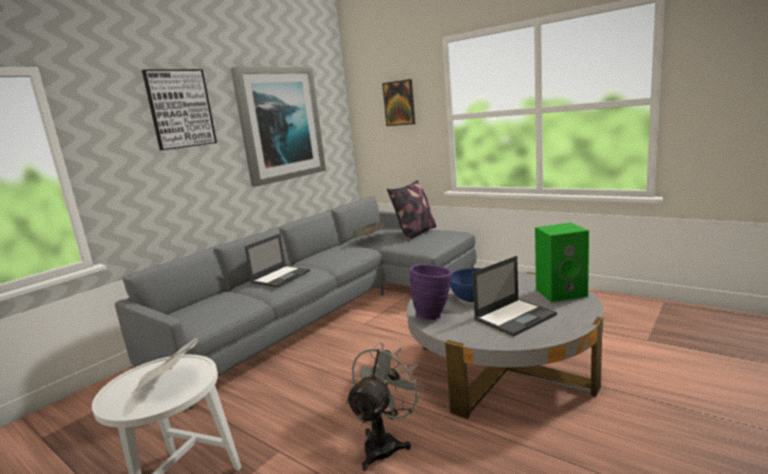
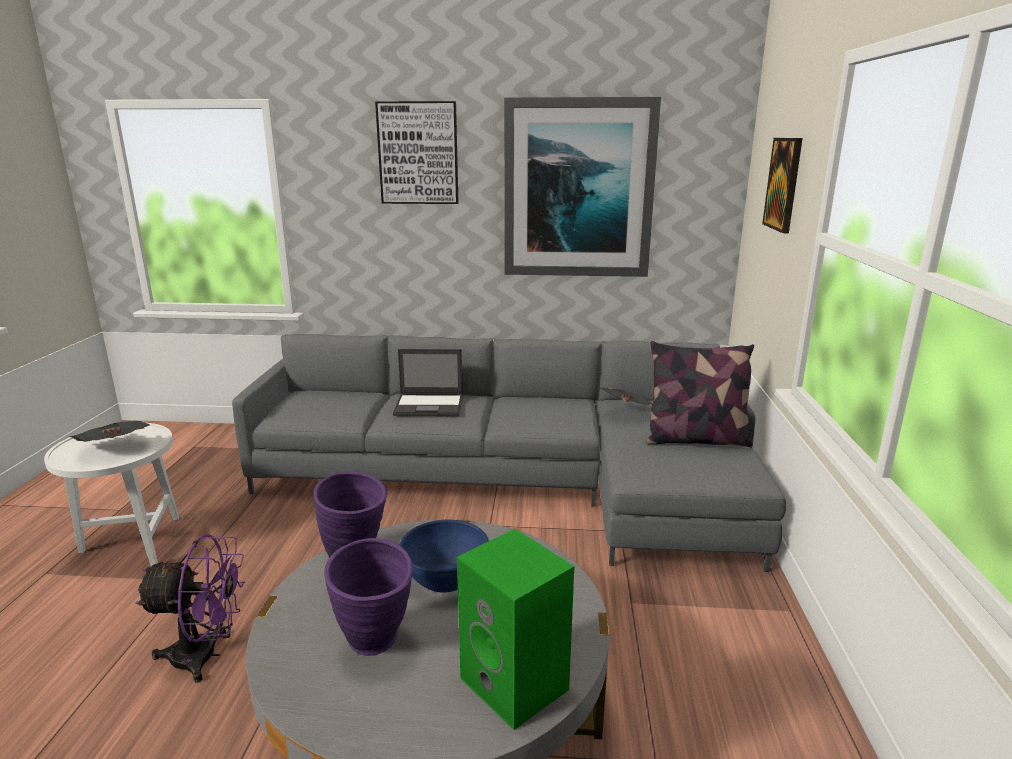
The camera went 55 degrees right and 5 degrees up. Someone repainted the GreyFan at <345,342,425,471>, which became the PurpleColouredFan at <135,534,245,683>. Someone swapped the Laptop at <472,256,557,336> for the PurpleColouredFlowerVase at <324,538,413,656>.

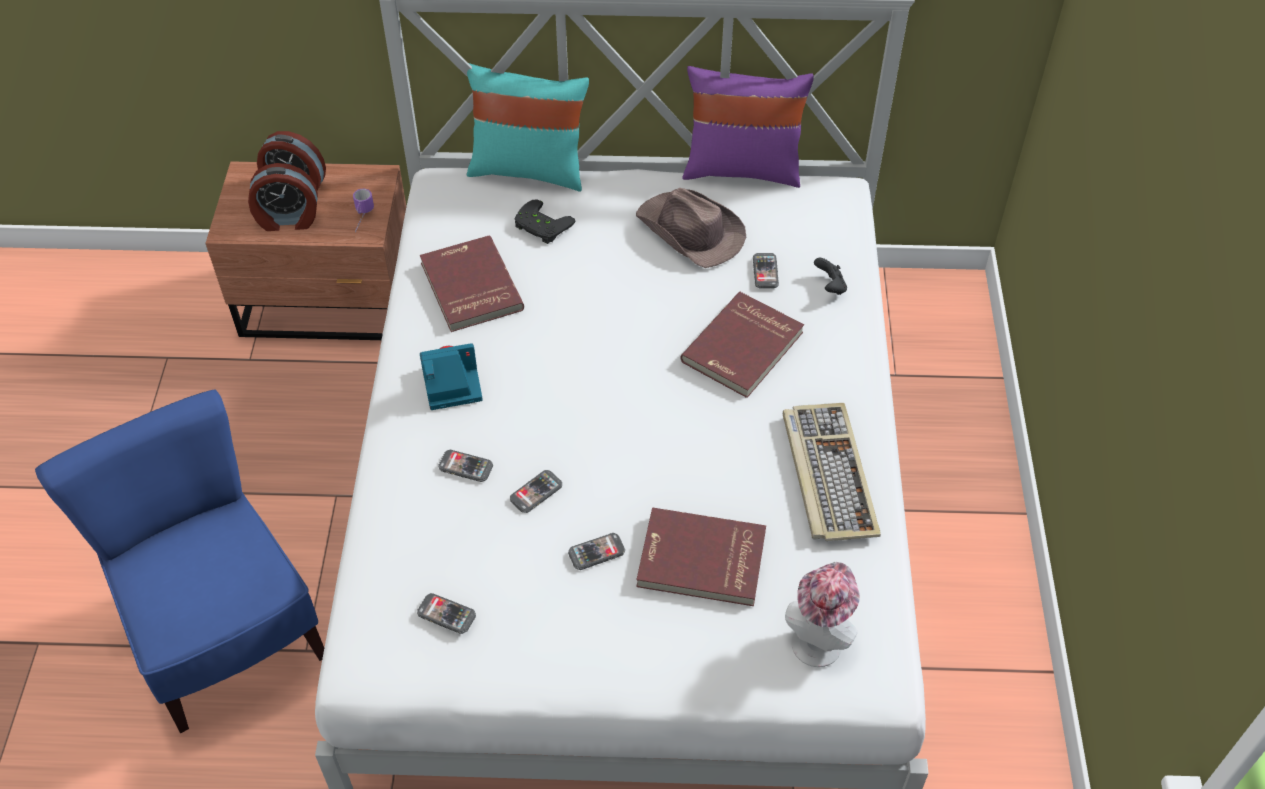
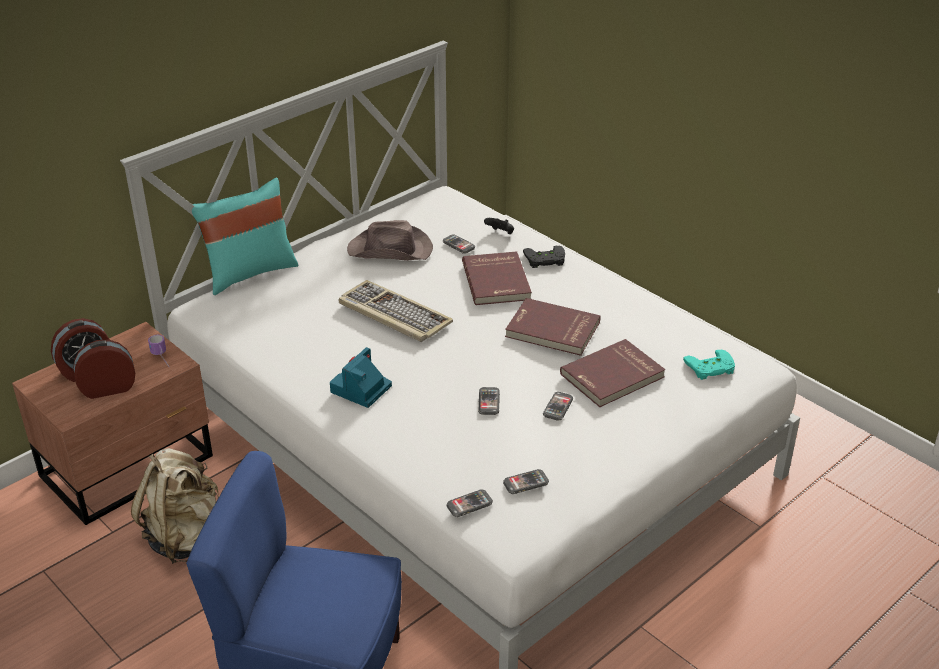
The camera went 45 degrees left and 15 degrees down. Someone rotated the AlarmClock at <248,163,318,231> by 150 degrees counterclockwise. Someone put down the BeigeColouredKnapsack at <131,448,219,564>. Someone carried the PcKeyboard from <783,403,881,541> to <338,280,453,342>. Someone carried the Handset from <438,450,493,482> to <446,489,493,517>. Someone carried the ReddishBook from <420,236,524,332> to <505,298,601,356>. Someone carried the BlackColouredJoypad from <514,199,575,244> to <523,246,565,268>. Someone swapped the Hat at <785,562,860,667> for the TurquoiseJoypad at <683,350,735,380>. Someone took away the PurpleColouredThrowPillow at <682,66,814,188>.

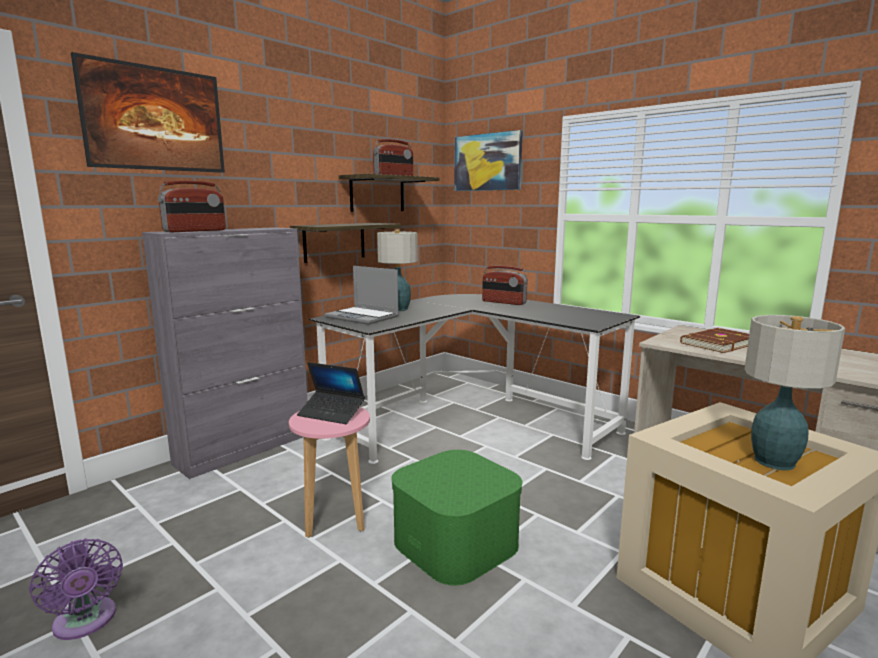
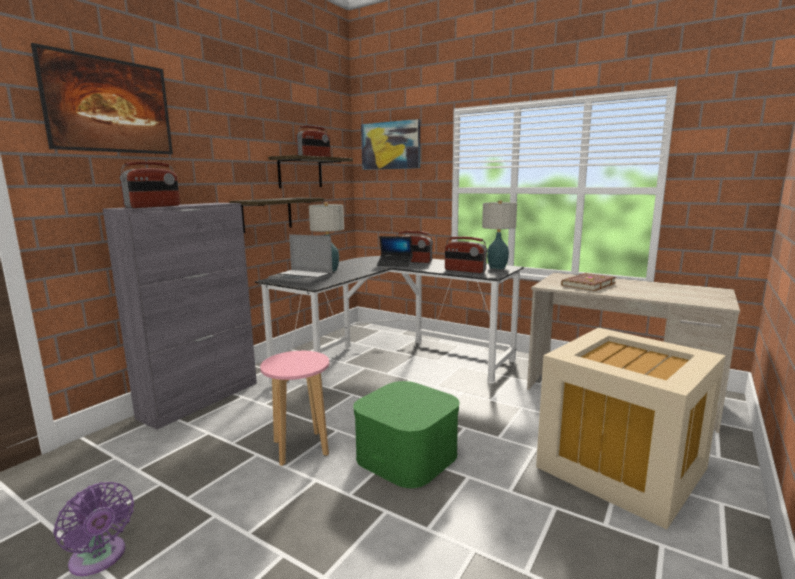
The camera went 10 degrees left and 0 degrees up. Someone carried the Laptop from <297,362,365,424> to <377,236,413,267>. Someone put down the RadioReceiver at <445,236,488,273>. Someone carried the LampForATable from <745,315,845,470> to <482,200,517,269>.

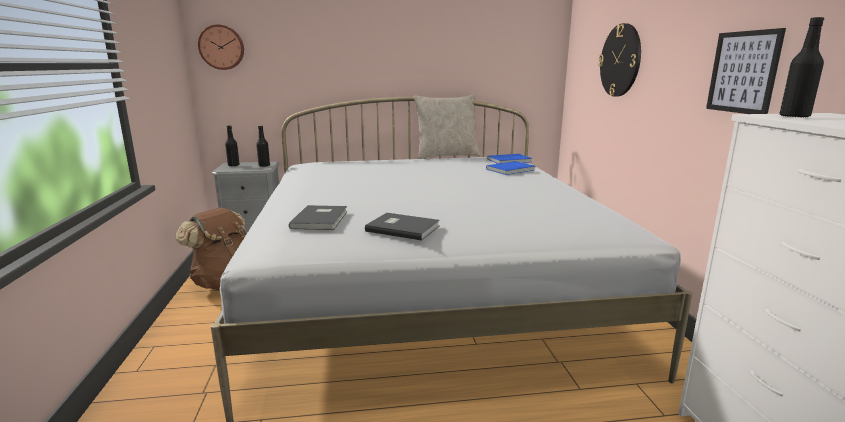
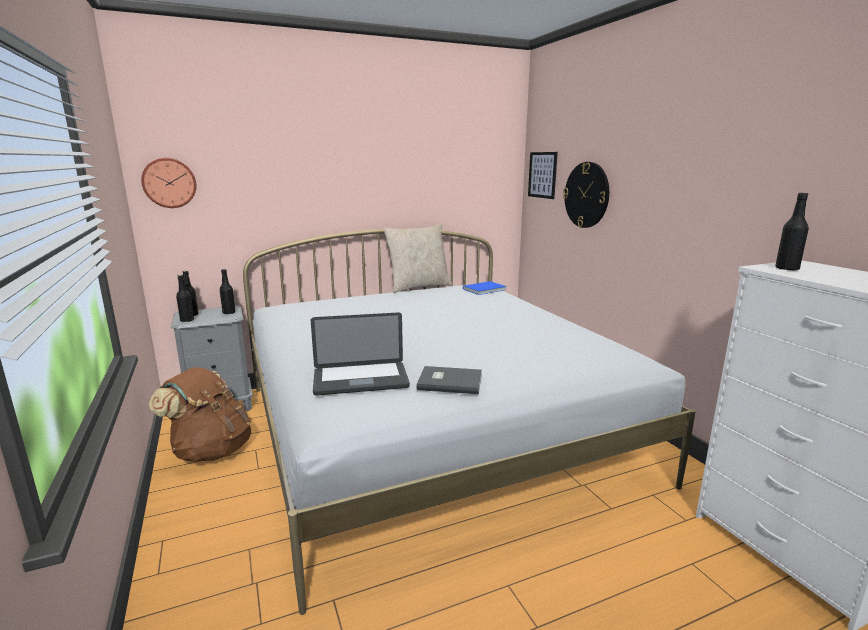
The camera went 15 degrees left and 0 degrees up. Someone put down the BlackColouredBeverageBottle at <176,275,194,322>. Someone swapped the GreyBook at <289,205,347,230> for the Laptop at <311,312,410,395>. Someone carried the WallArt from <706,28,786,114> to <528,152,558,199>. Someone took away the BluishBook at <486,161,535,175>.

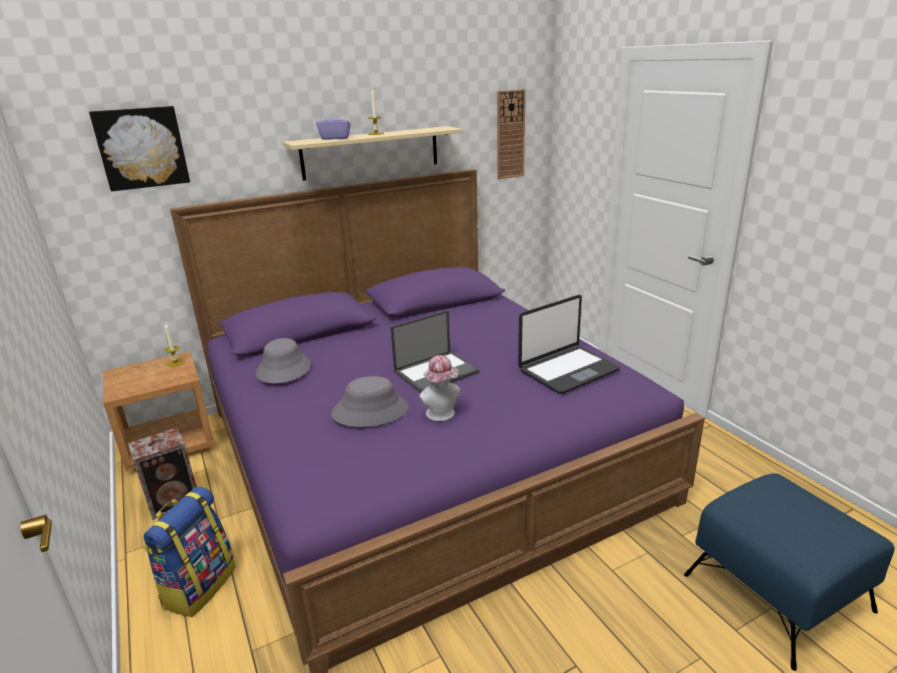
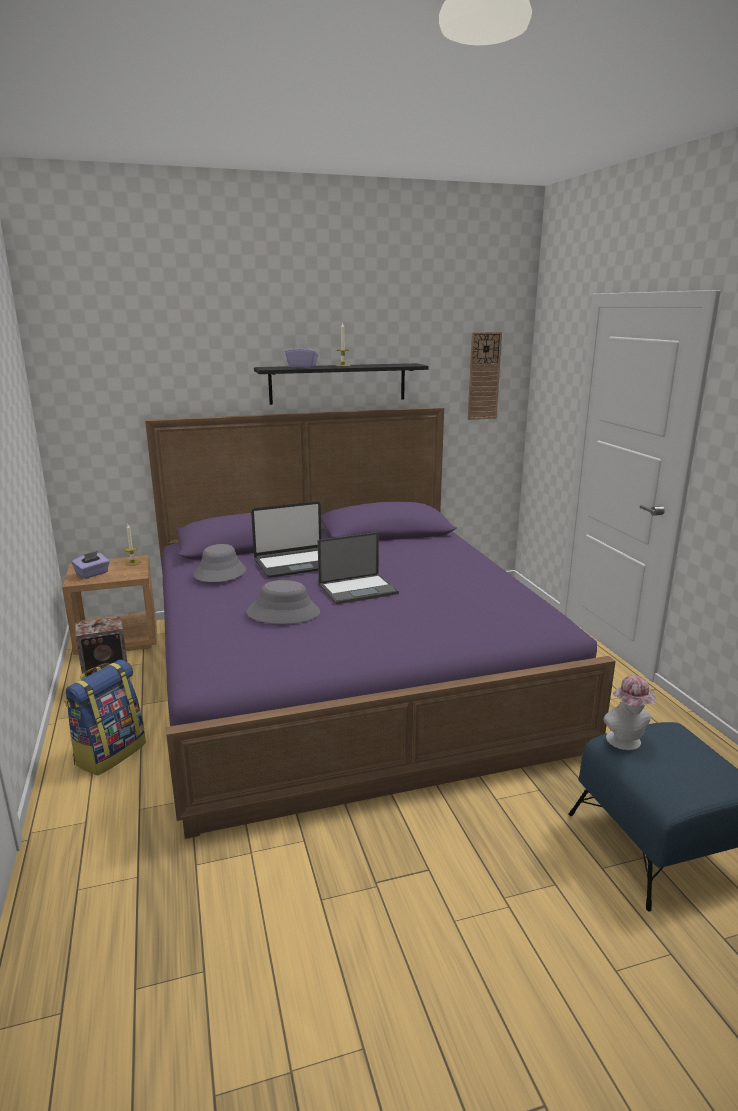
The camera went 10 degrees right and 5 degrees down. Someone put down the PurpleColouredTissueBox at <72,551,110,579>. Someone carried the Laptop from <518,295,621,394> to <251,501,322,578>. Someone repainted the BeigeColouredShelf at <283,126,463,181>, which became the BlackColouredShelf at <254,363,429,405>. Someone carried the Hat from <419,355,460,421> to <603,675,656,750>. Someone took away the WallArt at <89,106,190,191>.

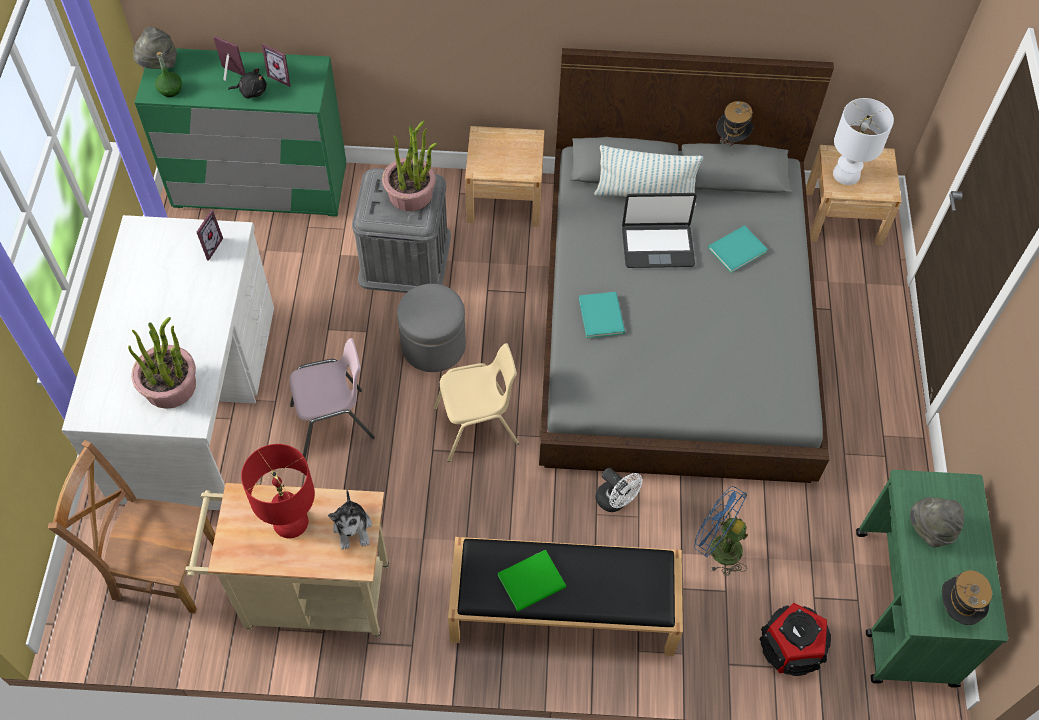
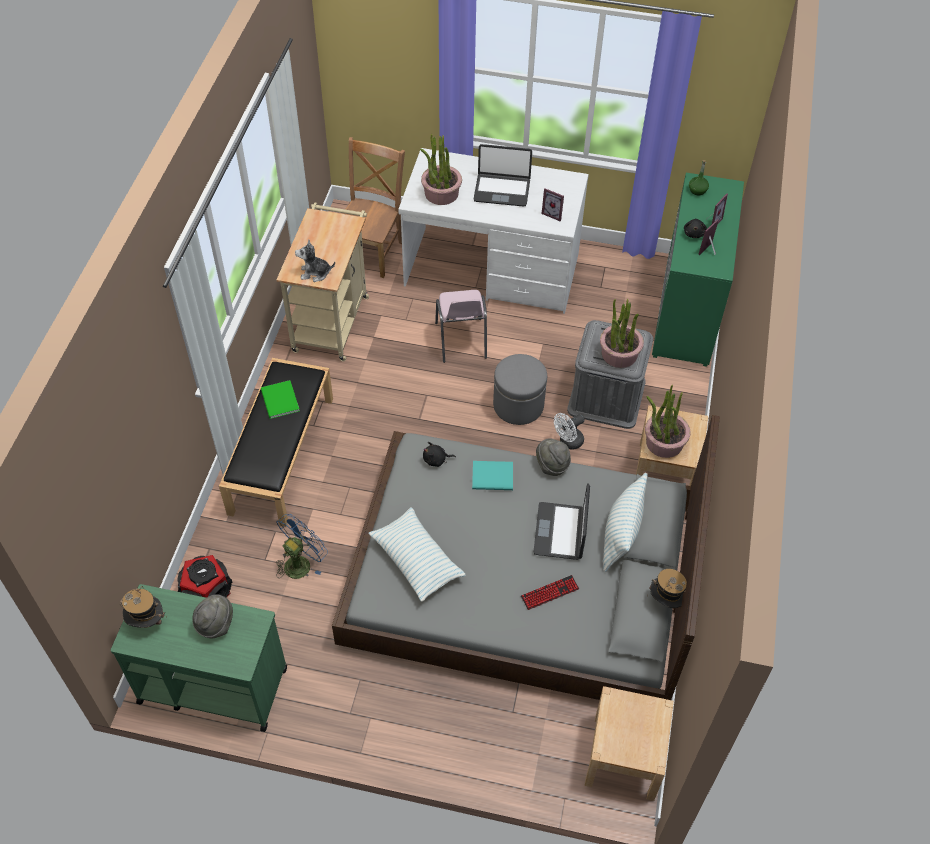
The camera went 100 degrees right and 5 degrees down. Someone put down the ThrowPillow at <368,507,466,602>. Someone put down the BlackColouredSoftToy at <423,442,456,467>. Someone put down the Laptop at <474,144,532,207>. Someone swapped the TurquoiseBook at <708,225,768,273> for the PcKeyboard at <521,575,579,610>. Someone carried the GreyHat from <133,26,177,69> to <536,438,571,476>. Someone carried the WhiteFan from <595,468,643,512> to <554,413,584,450>. Someone put down the PlantInAPot at <645,385,691,458>. Someone took away the ReddishLampForATable at <241,444,315,538>. Someone took away the BeigeColouredUprightChair at <434,343,519,462>. Someone took away the WhiteLampForATable at <833,98,894,185>.

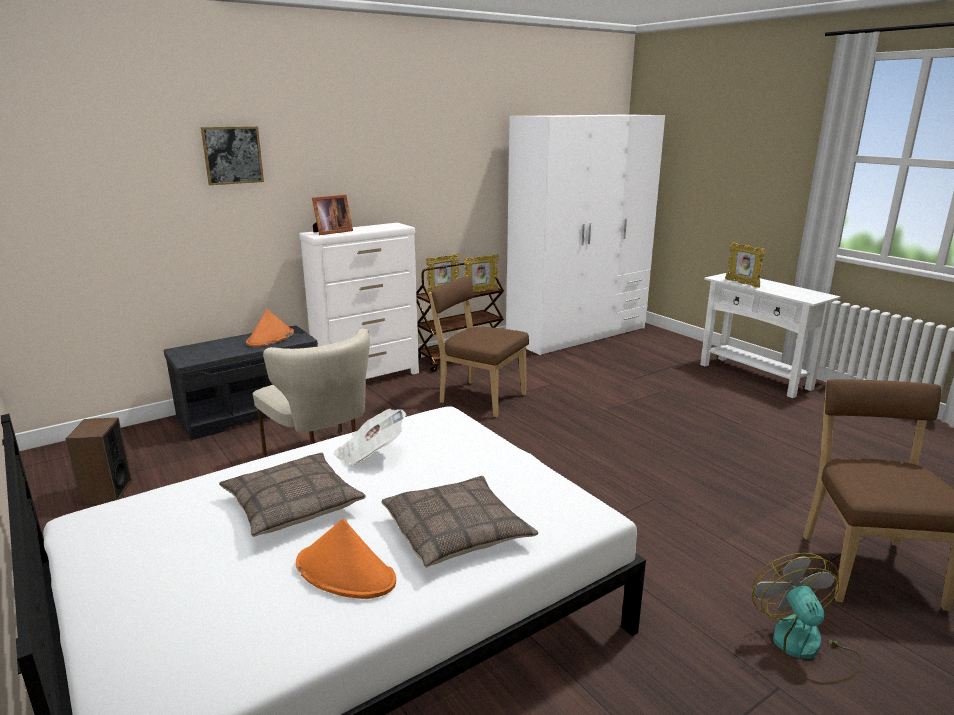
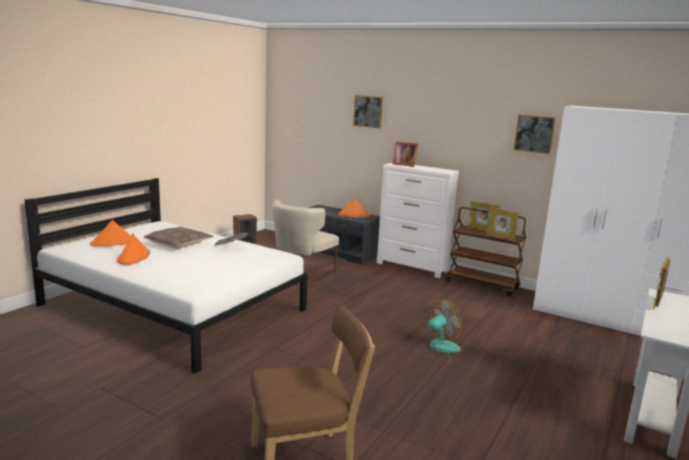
The camera went 65 degrees right and 5 degrees down. Someone put down the OrangeHat at <90,220,131,246>. Someone carried the Fan from <752,553,864,685> to <417,299,463,362>. Someone put up the WallArt at <514,115,555,154>. Someone took away the ThrowPillow at <381,476,538,568>. Someone took away the BrownishUprightChair at <428,276,529,417>.

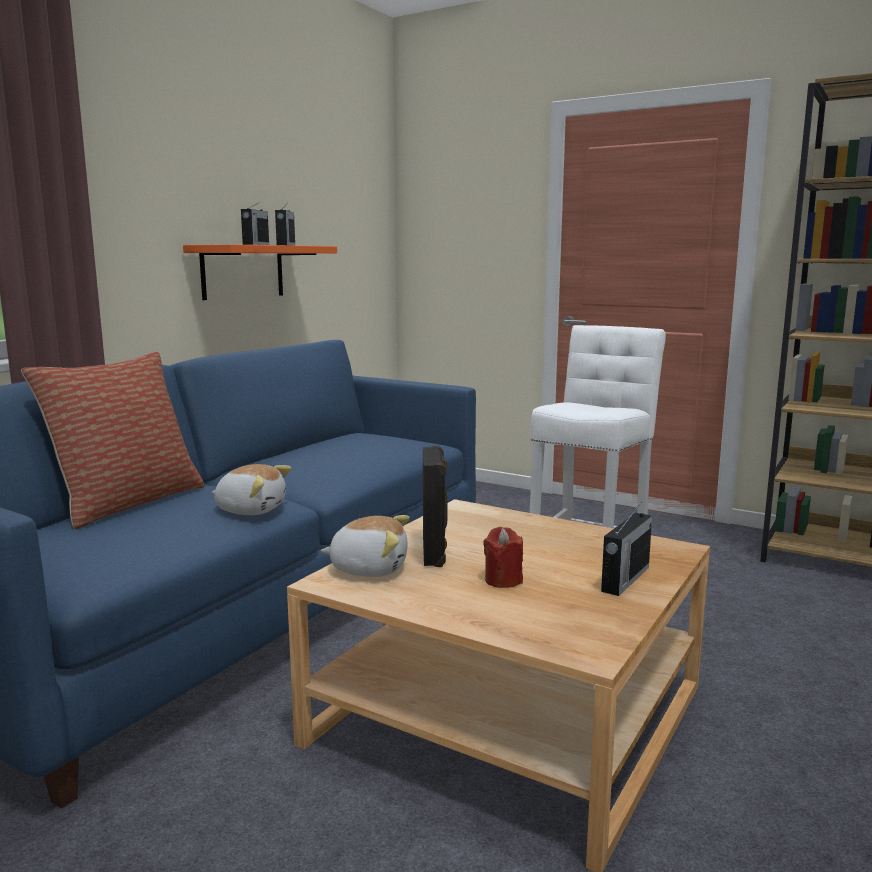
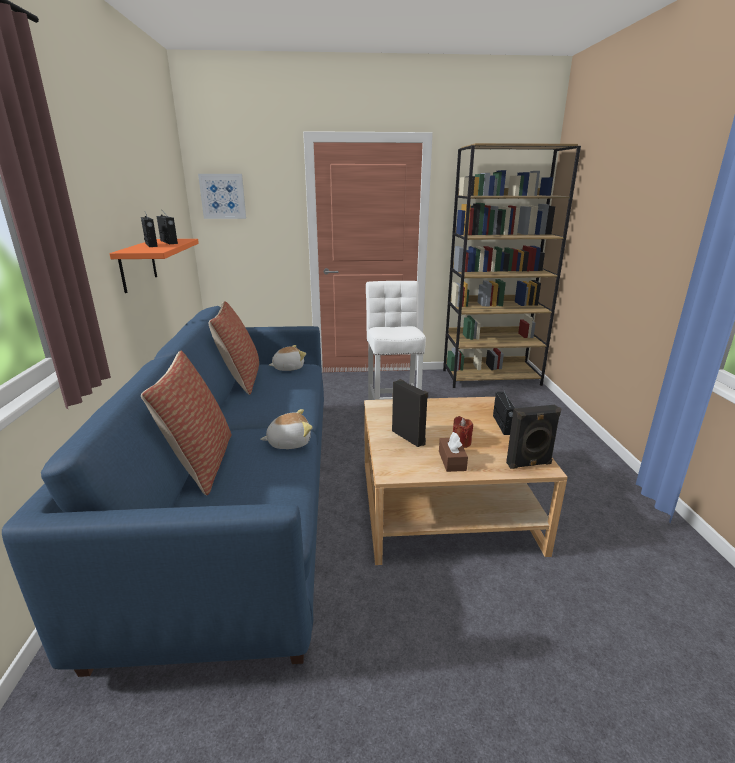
The camera went 35 degrees left and 10 degrees up. Someone put up the WallArt at <198,174,246,219>. Someone put down the ThrowPillow at <209,301,259,395>. Someone carried the SoftToy from <320,515,410,577> to <269,345,306,371>. Someone put down the BrownishTissueBox at <439,432,468,472>. Someone put down the BlackColouredLoudspeaker at <506,405,561,469>.

